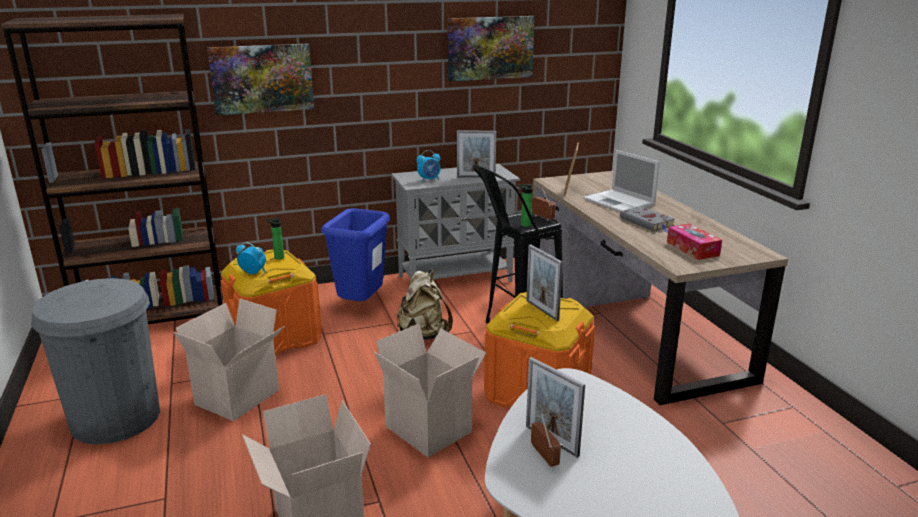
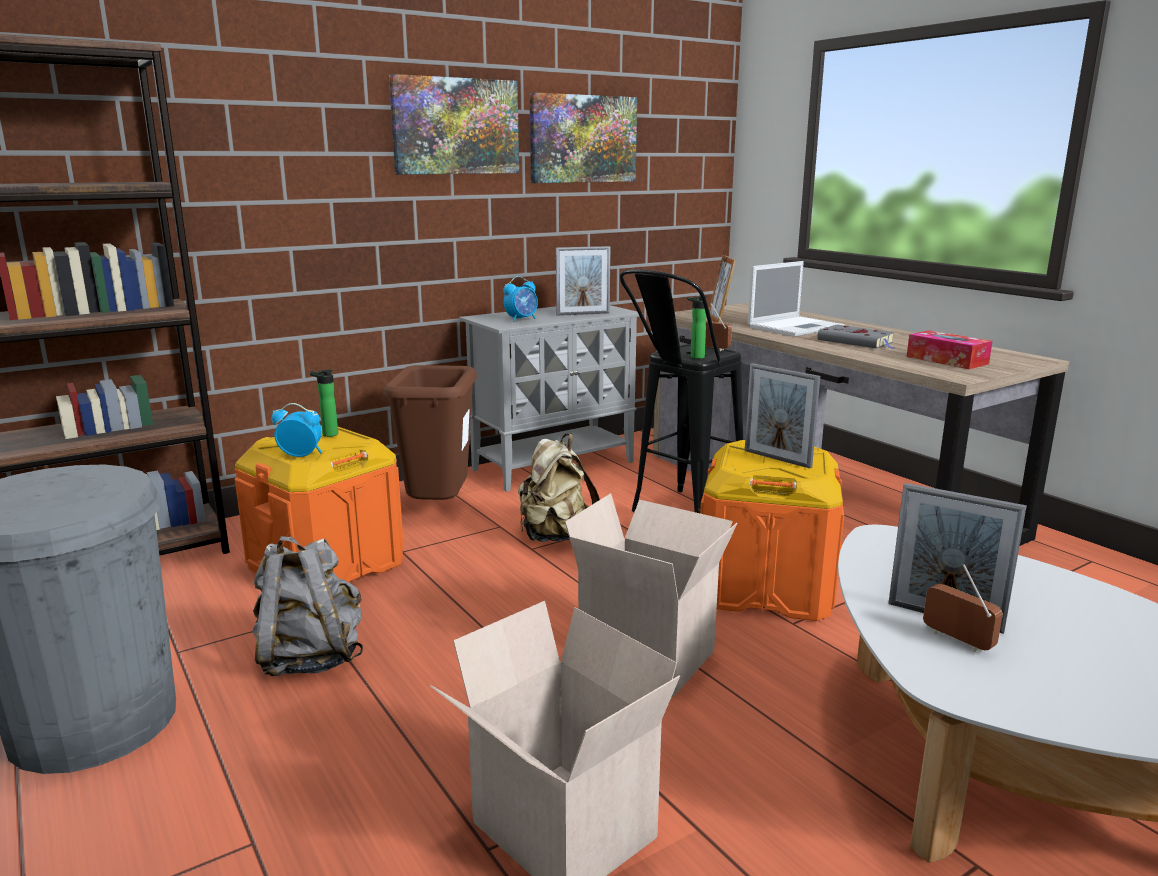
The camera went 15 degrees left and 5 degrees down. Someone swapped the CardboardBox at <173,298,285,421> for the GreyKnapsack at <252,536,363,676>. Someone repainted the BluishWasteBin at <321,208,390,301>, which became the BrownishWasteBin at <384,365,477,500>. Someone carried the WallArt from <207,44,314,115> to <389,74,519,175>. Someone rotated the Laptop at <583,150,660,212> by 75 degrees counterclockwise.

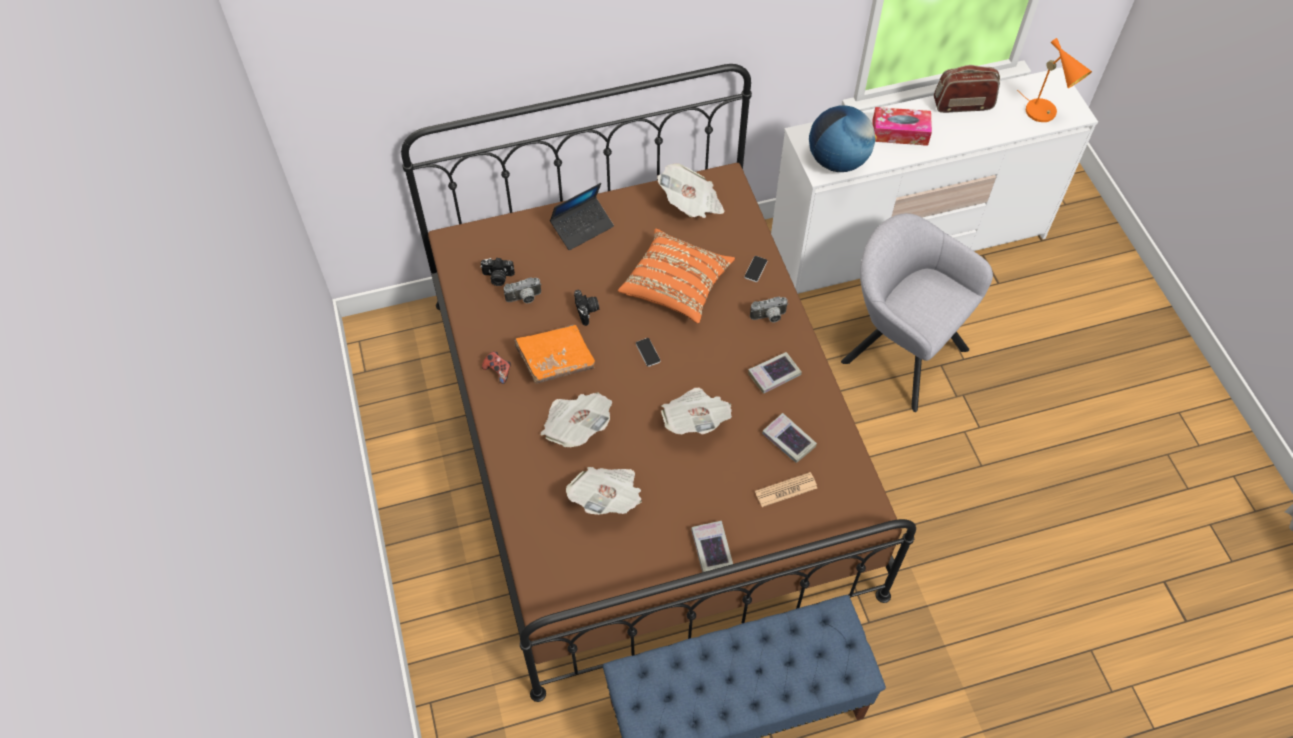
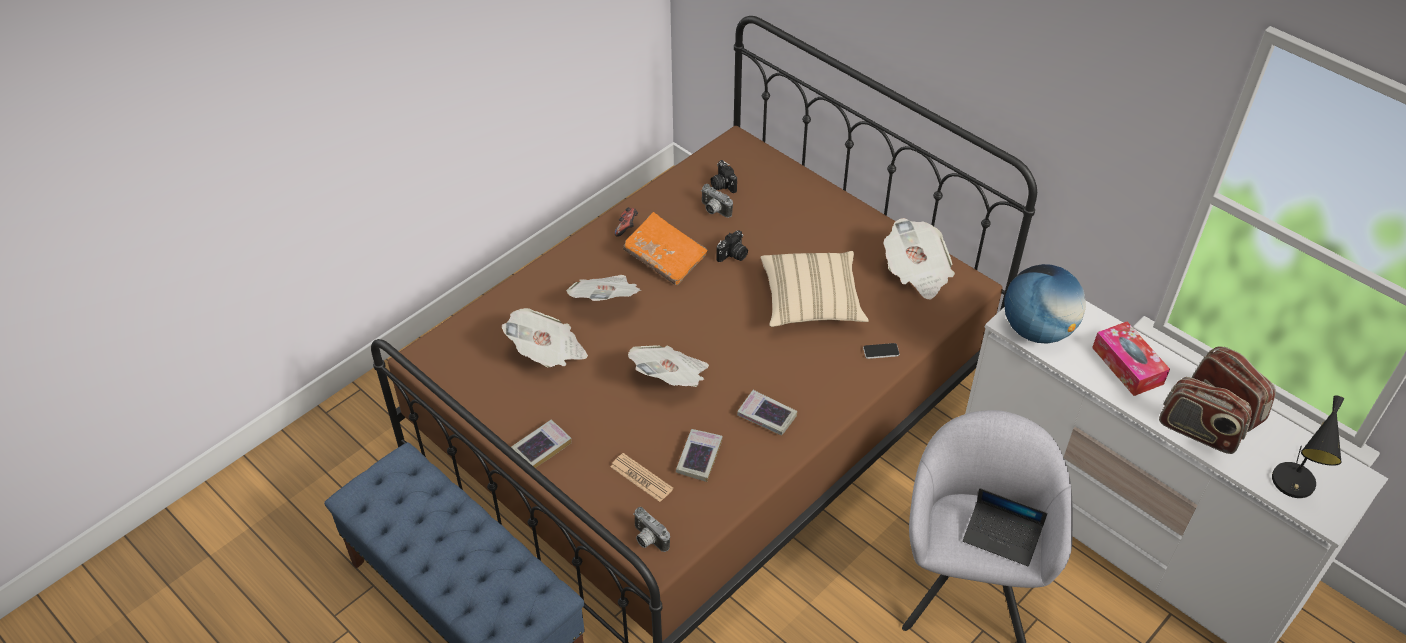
The camera went 60 degrees right and 10 degrees down. Someone carried the PhotoCamera from <750,297,788,322> to <633,507,670,552>. Someone repainted the OrangeThrowPillow at <618,229,735,324>, which became the BeigeColouredThrowPillow at <760,251,869,327>. Someone carried the Laptop from <550,183,614,250> to <963,488,1047,566>. Someone put down the RadioReceiver at <1159,377,1252,454>. Someone repainted the OrangeLampForATable at <1017,38,1092,122>, which became the BlackColouredLampForATable at <1272,396,1344,498>. Someone took away the Handset at <636,338,661,367>.

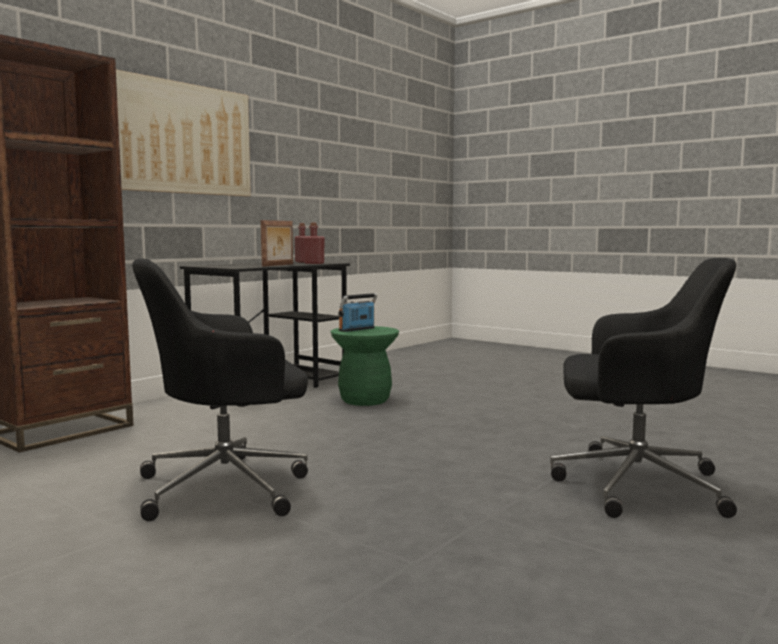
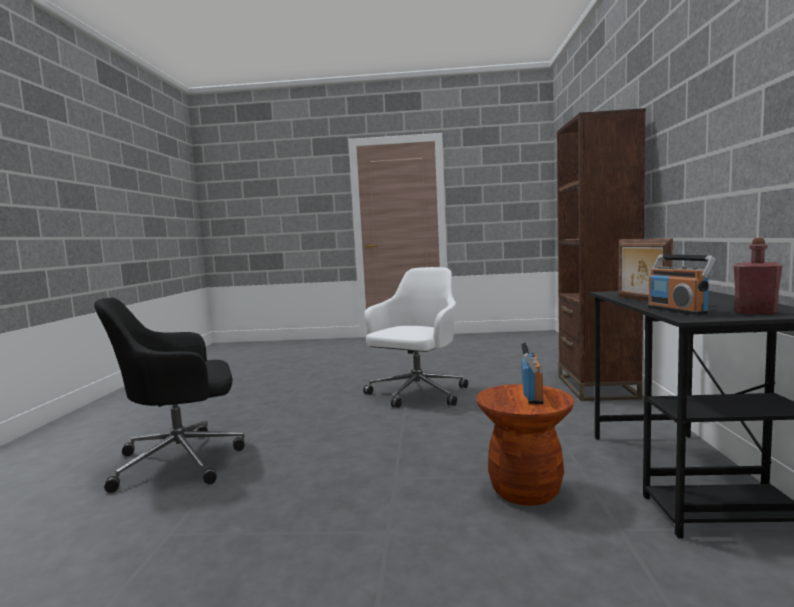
The camera went 145 degrees right and 0 degrees up. Someone repainted the BlackColouredDeskChair at <132,259,308,521>, which became the WhiteDeskChair at <363,267,468,408>. Someone repainted the GreenSittingStool at <331,326,399,406>, which became the BrownishSittingStool at <476,384,574,506>. Someone swapped the ReddishBeverageBottle at <303,222,325,264> for the RadioReceiver at <648,254,716,315>. Someone took away the WallArt at <116,70,251,196>.

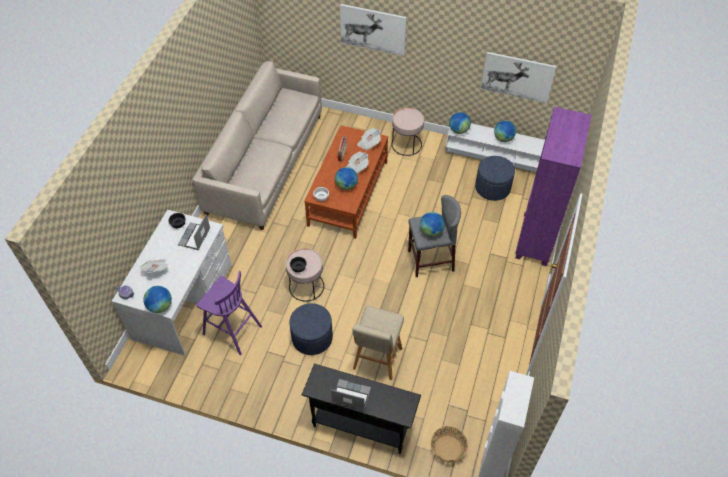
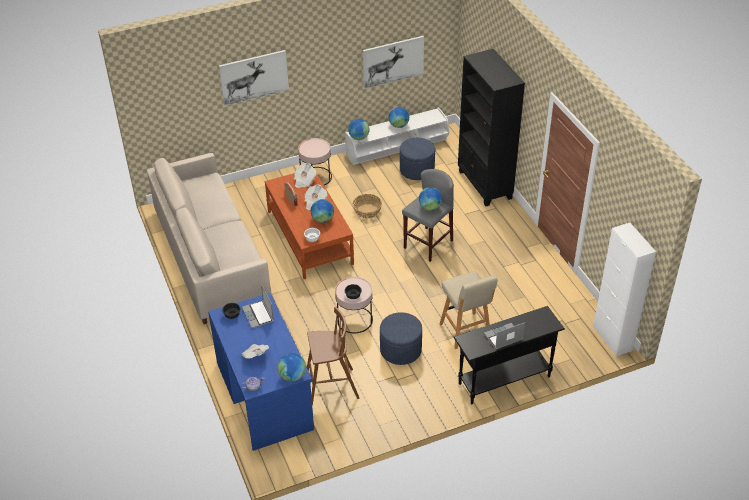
The camera went 40 degrees left and 10 degrees down. Someone repainted the WhiteDeskTable at <112,210,231,356>, which became the BluishDeskTable at <208,293,314,451>. Someone repainted the PurpleColouredSittingStool at <196,271,262,355>, which became the BrownishSittingStool at <307,307,359,406>. Someone carried the Basket from <431,426,468,462> to <353,194,382,218>. Someone repainted the PurpleColouredBookshelf at <515,107,592,266>, which became the BlackColouredBookshelf at <458,49,525,206>.

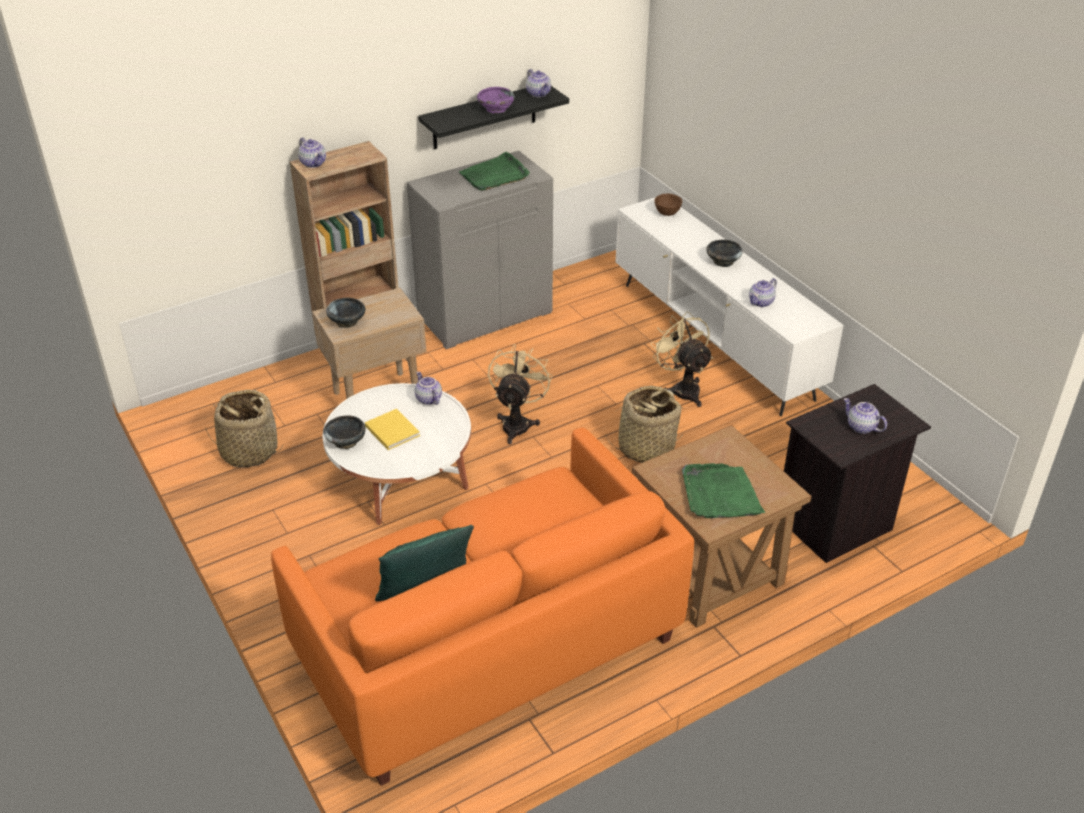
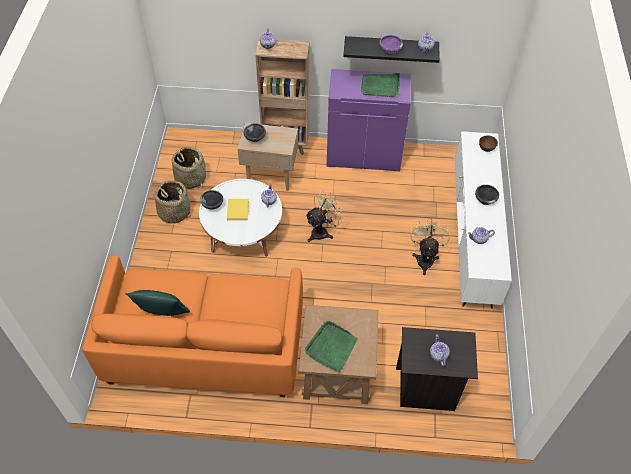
The camera went 35 degrees right and 15 degrees up. Someone carried the Basket from <606,386,684,463> to <153,181,190,223>. Someone repainted the GreyCupboard at <407,151,553,349>, which became the PurpleColouredCupboard at <326,69,411,171>.

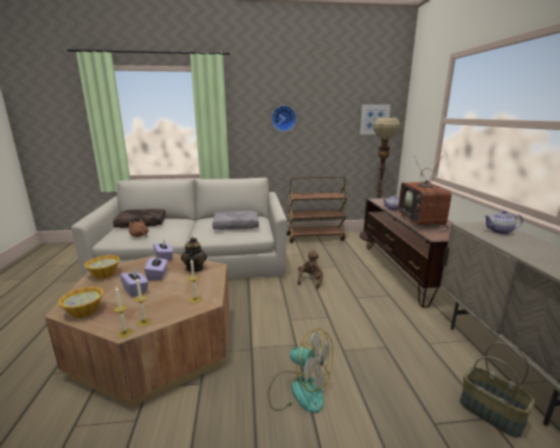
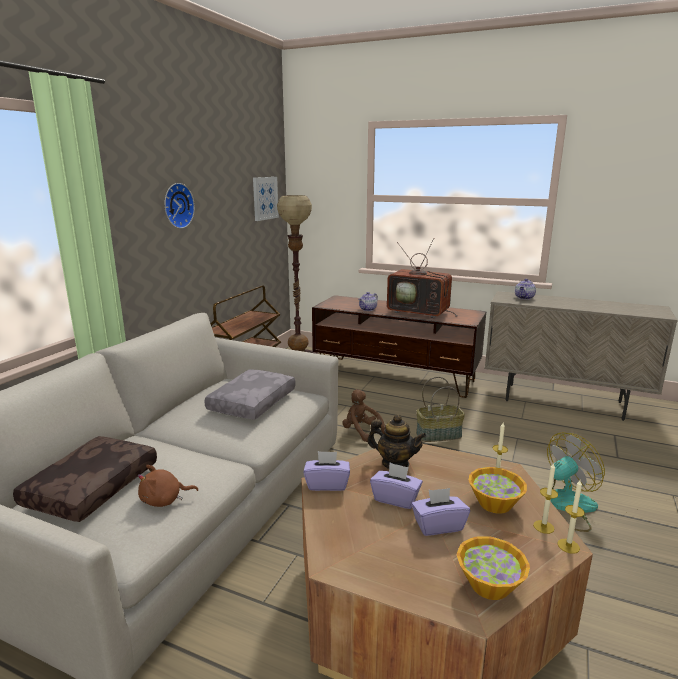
The camera went 60 degrees left and 0 degrees up. Someone carried the Basket from <460,342,536,438> to <416,377,465,442>. Someone carried the DeepDish from <84,255,120,279> to <469,467,527,514>.

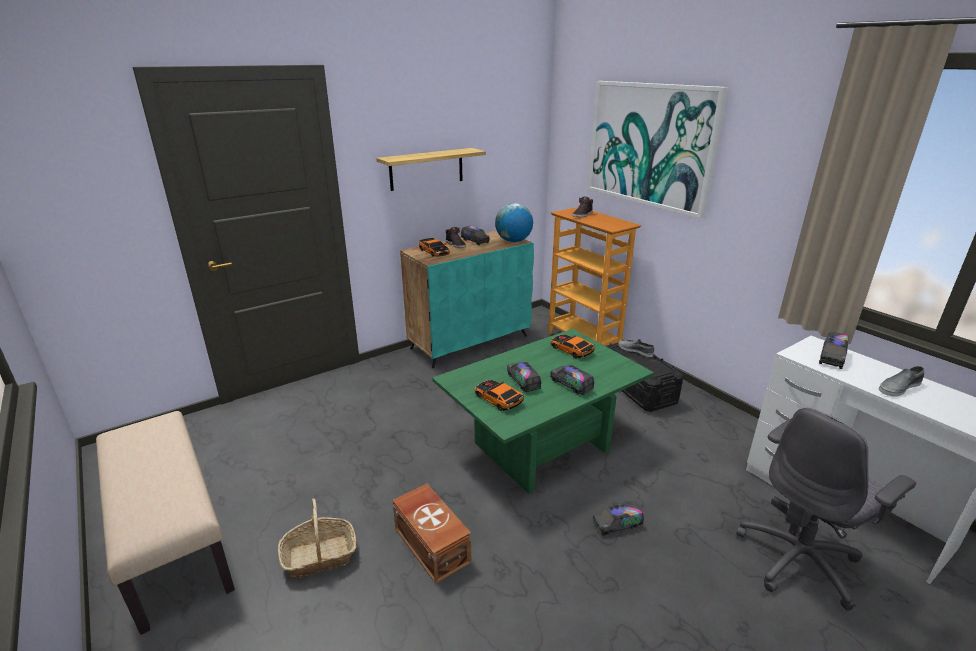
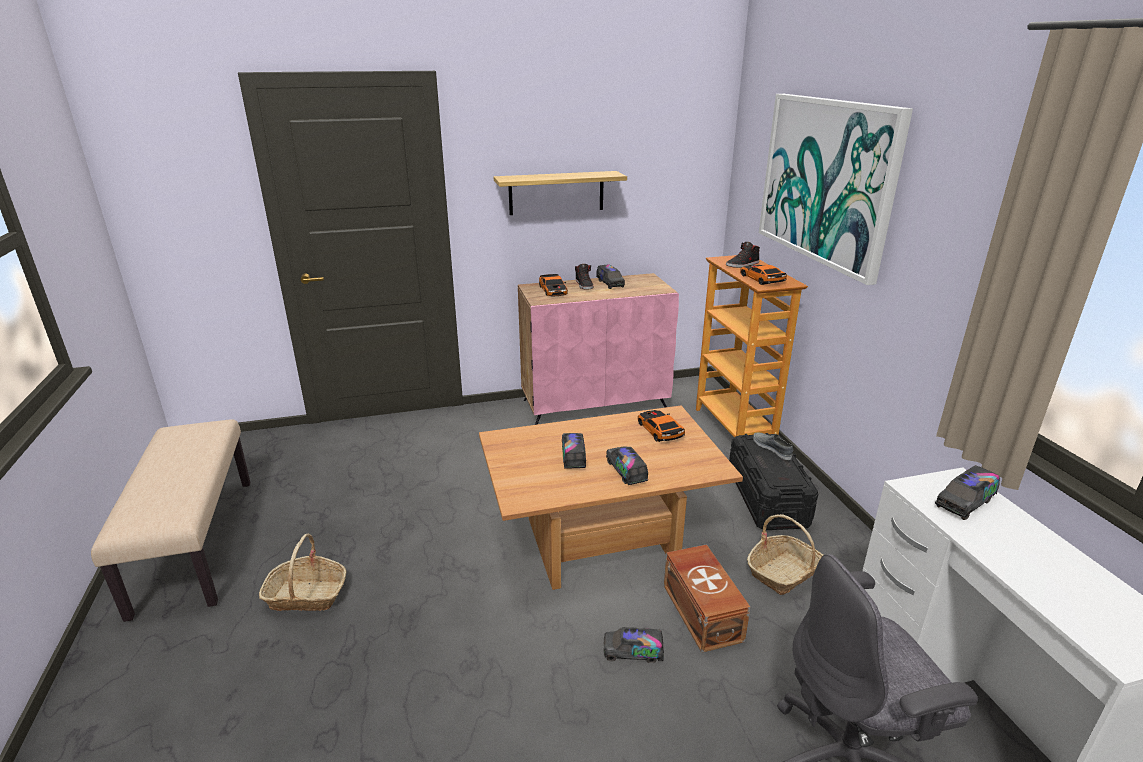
The camera went 20 degrees right and 0 degrees up. Someone repainted the GreenCoffeeTable at <432,329,654,494>, which became the BrownishCoffeeTable at <479,406,743,590>. Someone repainted the TurquoiseCupboard at <400,231,534,368>, which became the PinkCupboard at <518,273,679,425>. Someone carried the BrownishStorageBox from <392,484,471,584> to <664,544,750,653>. Someone carried the MiniatureCar from <475,380,524,411> to <740,265,787,285>. Someone put down the Basket at <747,514,823,595>. Someone took away the DeskGlobe at <495,203,533,242>. Someone took away the GreyItemOfFootwear at <878,366,924,397>.

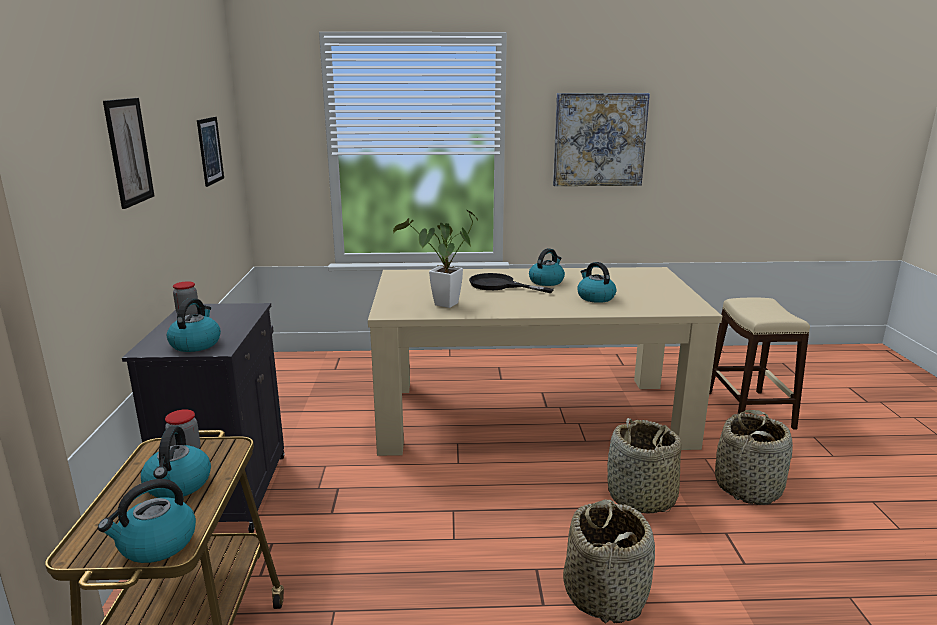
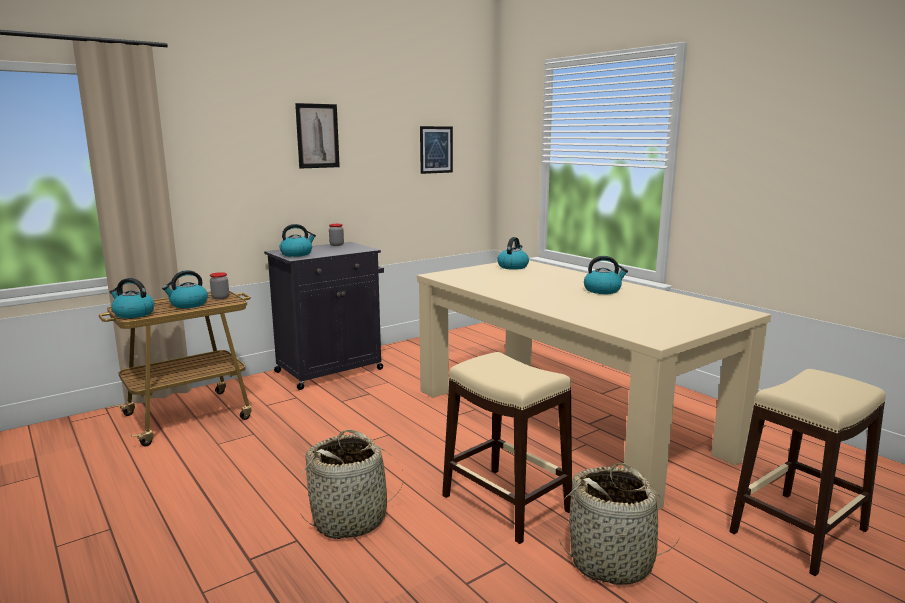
The camera went 55 degrees right and 5 degrees down. Someone swapped the Basket at <607,418,682,514> for the BeigeColouredSittingStool at <442,352,572,544>. Someone carried the WaterKettle from <578,262,616,303> to <497,237,529,270>. Someone took away the PlantInAPot at <393,210,478,308>. Someone took away the BlackColouredPan at <469,273,554,293>. Someone took away the WallArt at <553,93,650,186>.

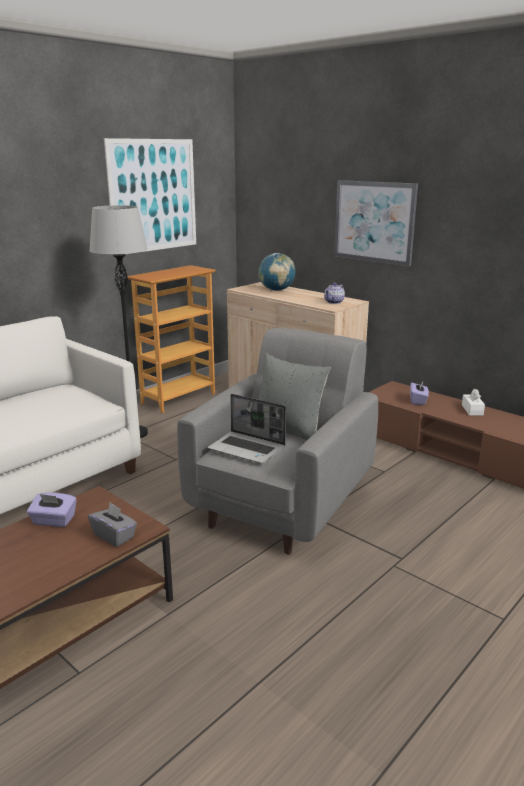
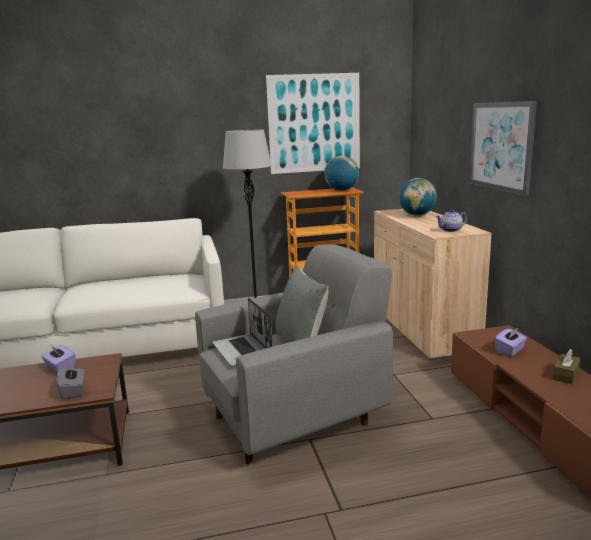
The camera went 35 degrees right and 5 degrees down. Someone put down the DeskGlobe at <324,156,359,191>. Someone repainted the WhiteTissueBox at <462,389,485,415>, which became the BrownishTissueBox at <553,349,580,384>.

